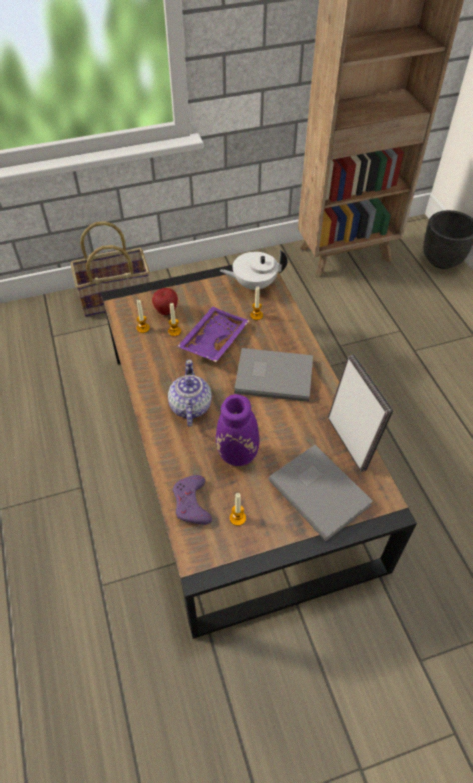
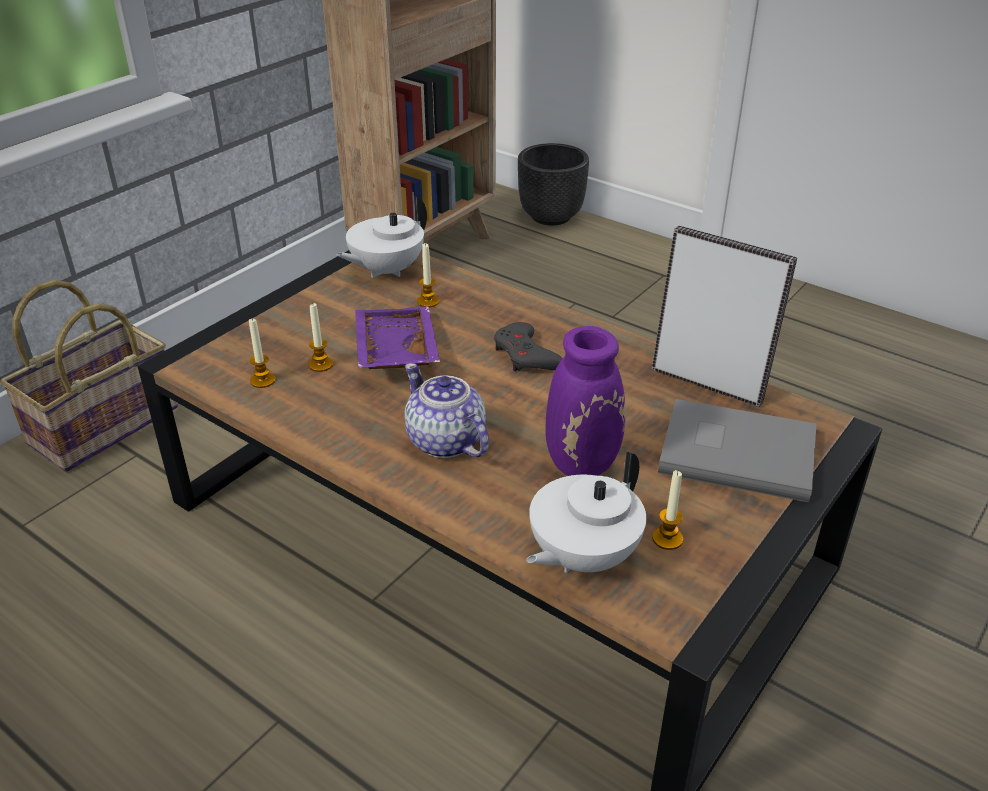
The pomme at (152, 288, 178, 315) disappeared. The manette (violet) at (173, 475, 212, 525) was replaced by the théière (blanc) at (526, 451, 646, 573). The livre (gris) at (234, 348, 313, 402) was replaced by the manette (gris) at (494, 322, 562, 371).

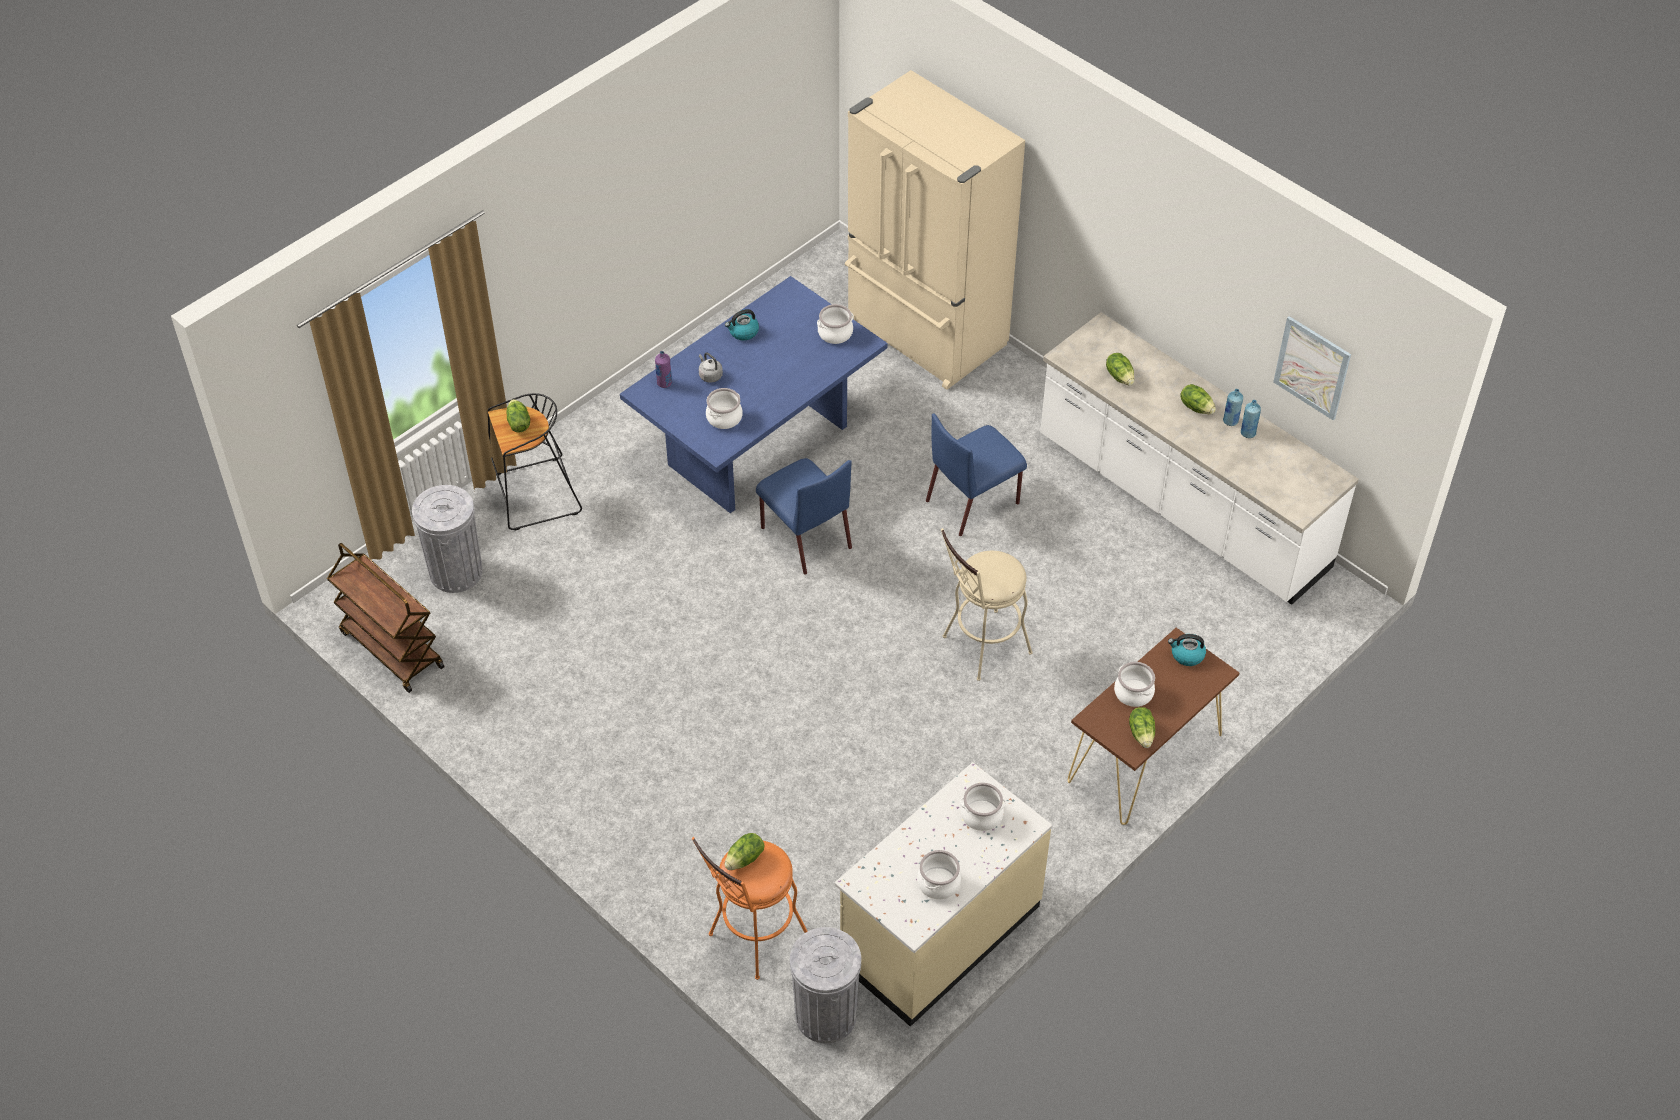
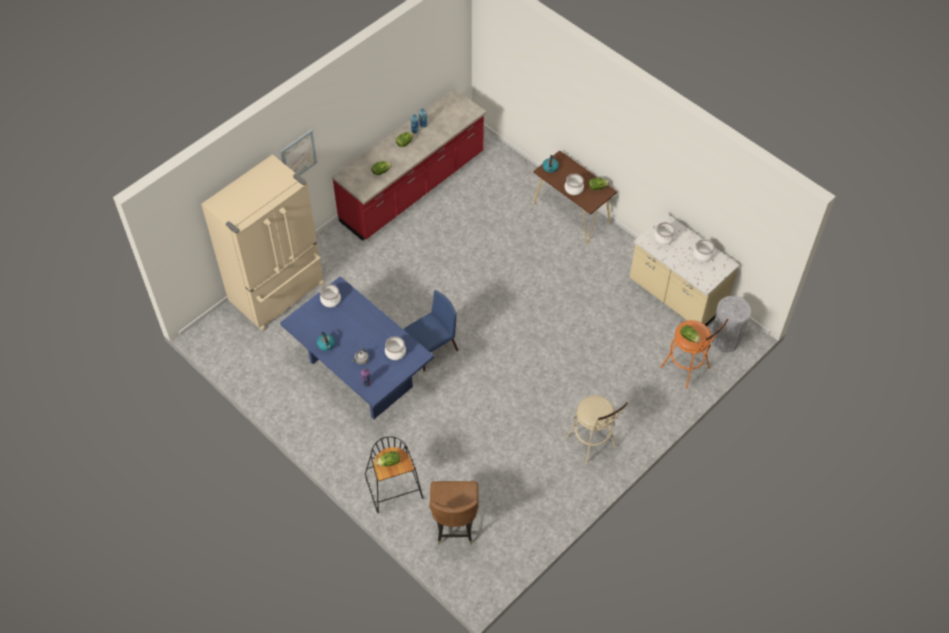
The chariot (marron) at (327, 543, 445, 693) disappeared. The chaise (bleu) at (926, 413, 1027, 536) disappeared. The tabouret (beige) moved from (941, 528, 1033, 681) to (566, 395, 629, 464). The tableau moved from (1273, 316, 1351, 420) to (280, 130, 317, 176). The poubelle (gris) at (412, 485, 483, 593) was replaced by the chaise (marron) at (429, 481, 479, 545). The comptoir de cuisine (blanc) at (1040, 312, 1359, 605) became the comptoir de cuisine (rouge) at (332, 88, 486, 241).

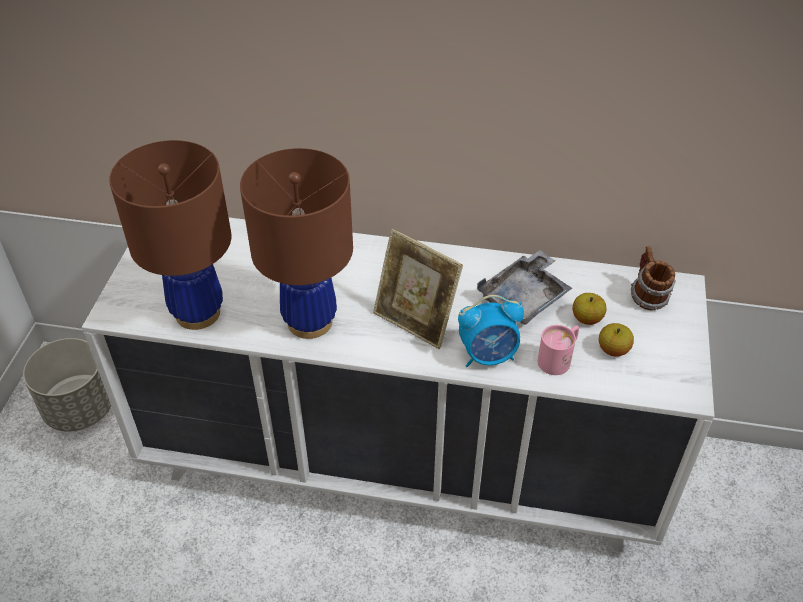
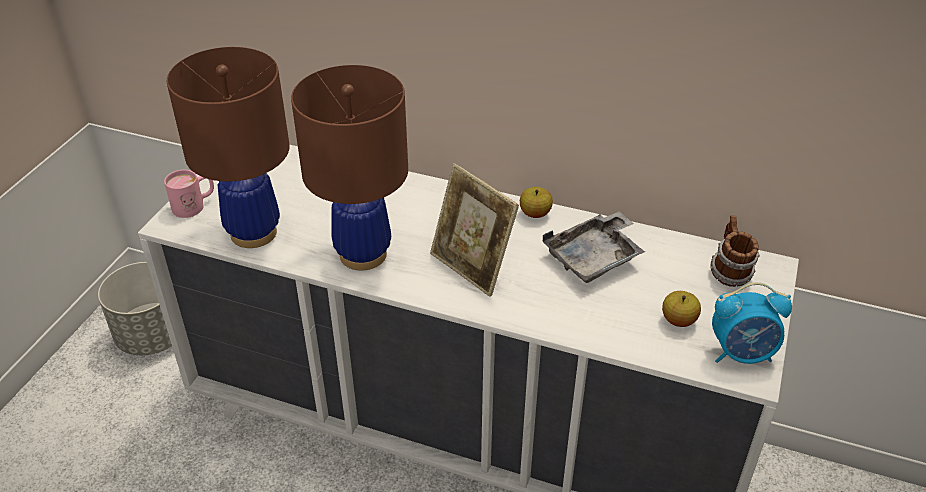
The réveil moved from (458, 295, 524, 367) to (712, 282, 792, 364). The mug (rose) moved from (537, 325, 579, 375) to (164, 170, 214, 218). The pomme moved from (573, 293, 606, 325) to (520, 187, 553, 218).

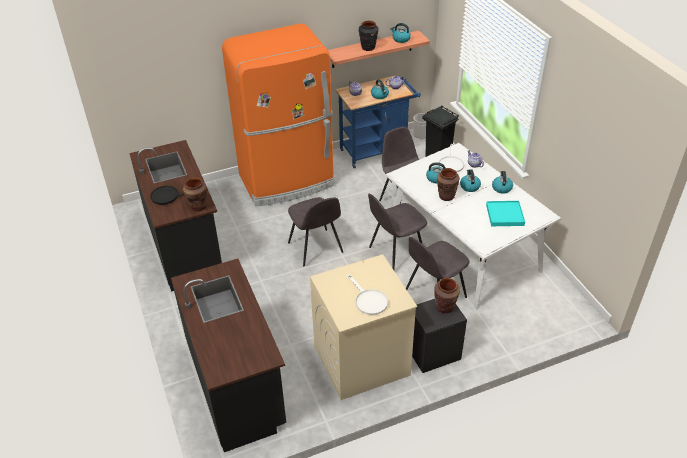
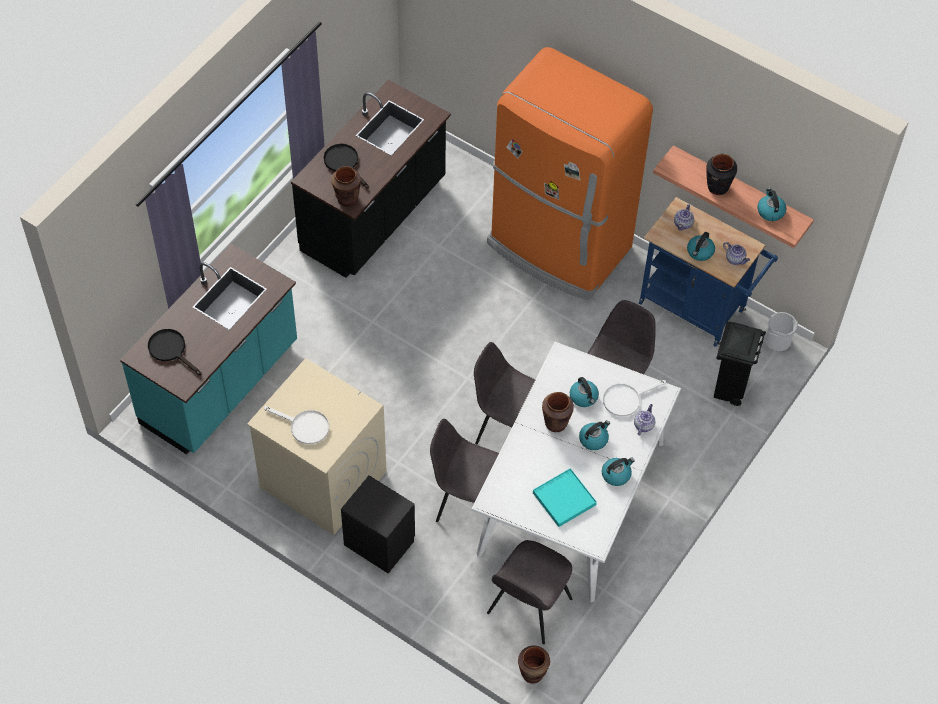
The poêle (noir) at (148, 329, 202, 375) appeared. The chaise (gris) moved from (288, 197, 343, 266) to (487, 540, 572, 644). The vase (marron) moved from (434, 278, 460, 313) to (518, 645, 550, 684). The comptoir de cuisine (noir) at (171, 259, 286, 452) became the comptoir de cuisine (turquoise) at (120, 244, 297, 455). The poêle (blanc) at (348, 274, 388, 315) turned 90 degrees counterclockwise.

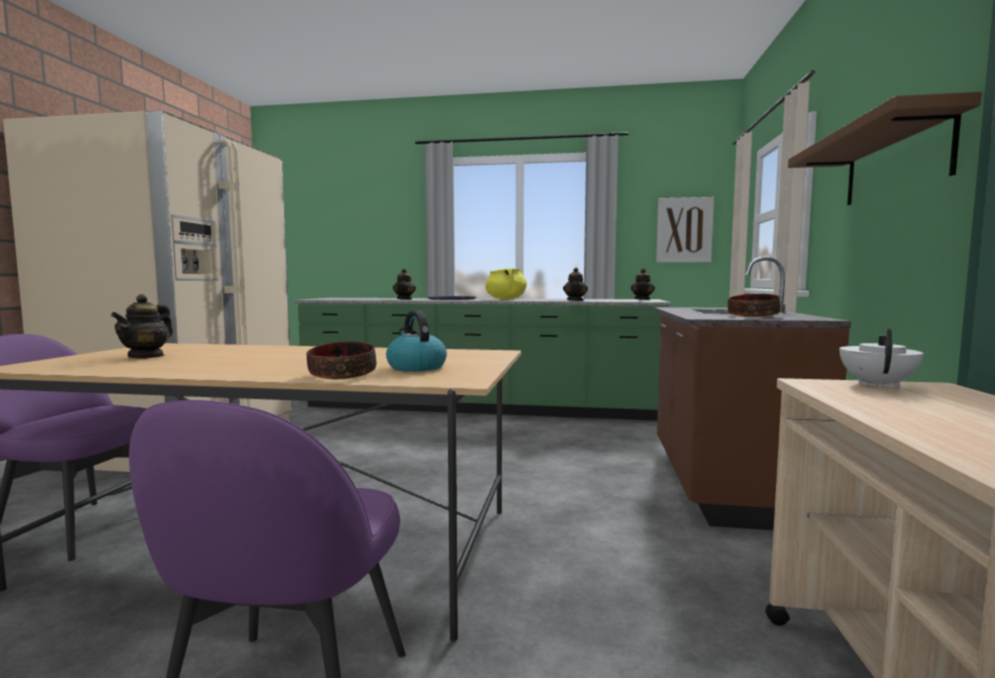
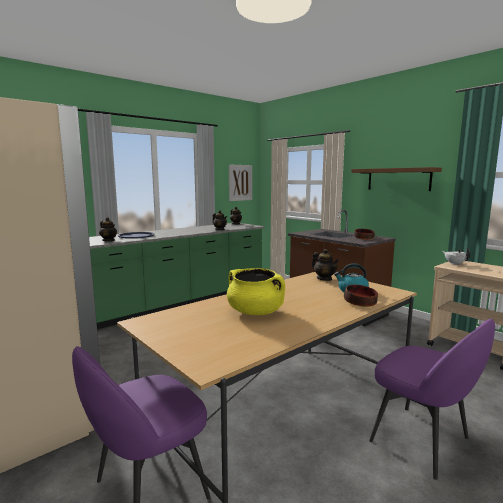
The théière moved from (111, 294, 173, 358) to (312, 249, 339, 281). The marmite (jaune) moved from (485, 268, 527, 300) to (227, 268, 285, 315).

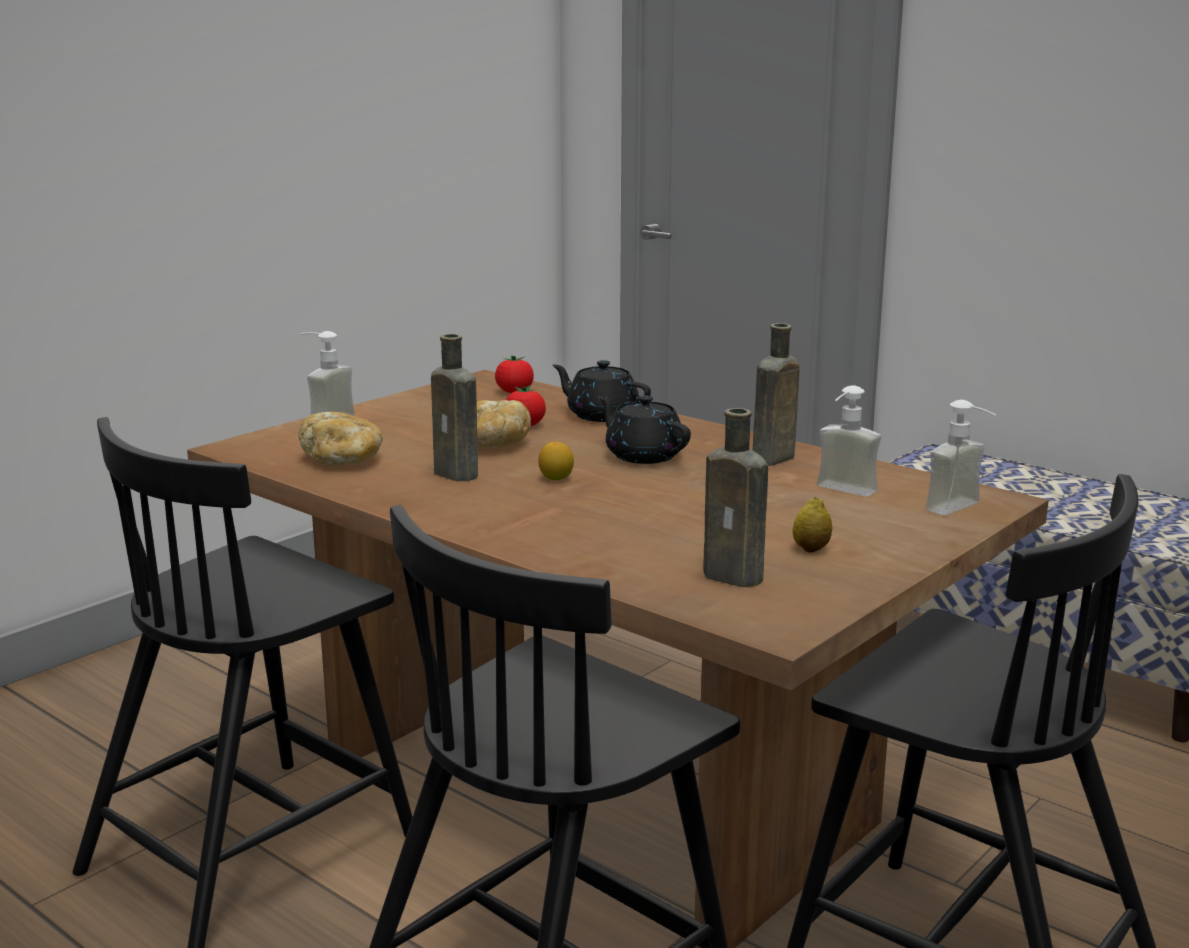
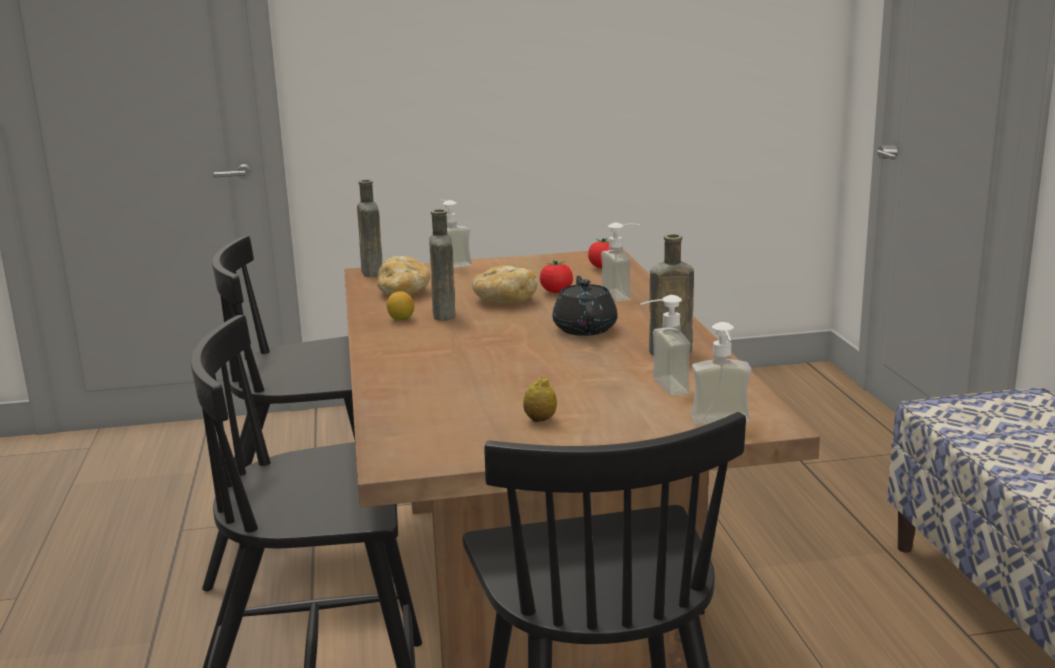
The citron moved from (538, 441, 574, 480) to (387, 291, 414, 320). The bouteille (marron) moved from (703, 408, 768, 587) to (357, 180, 382, 277). The théière (noir) at (552, 360, 651, 422) was replaced by the distributeur de savon at (601, 223, 640, 302).

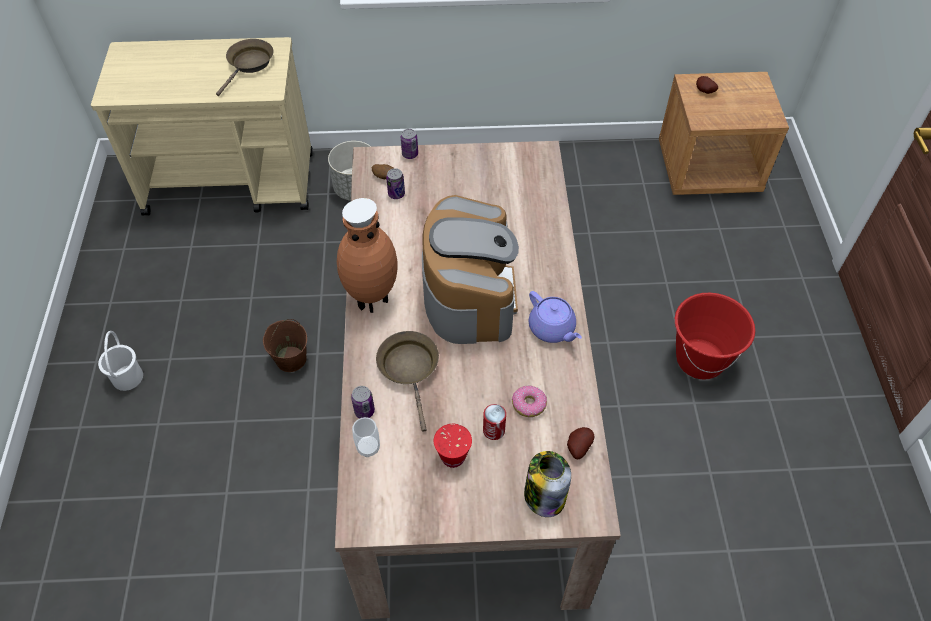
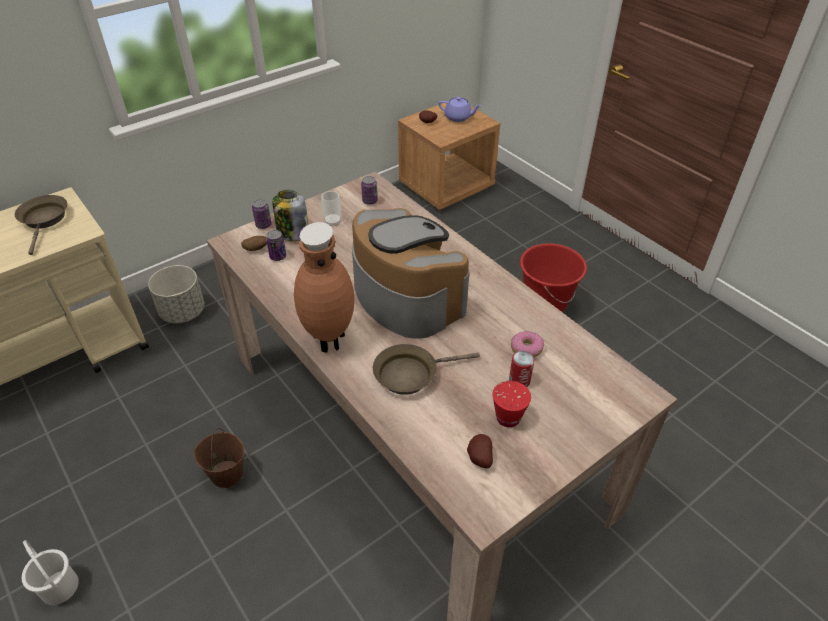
The boîte métallique moved from (351, 386, 375, 418) to (361, 176, 378, 205). The tasse moved from (352, 417, 380, 457) to (321, 191, 341, 226). The bocal moved from (524, 451, 571, 517) to (272, 190, 309, 241). The théière (violet) moved from (529, 291, 582, 343) to (438, 97, 482, 122). The pomme de terre moved from (567, 427, 594, 459) to (467, 434, 493, 468). The poêle (marron) at (376, 331, 439, 432) turned 60 degrees counterclockwise.

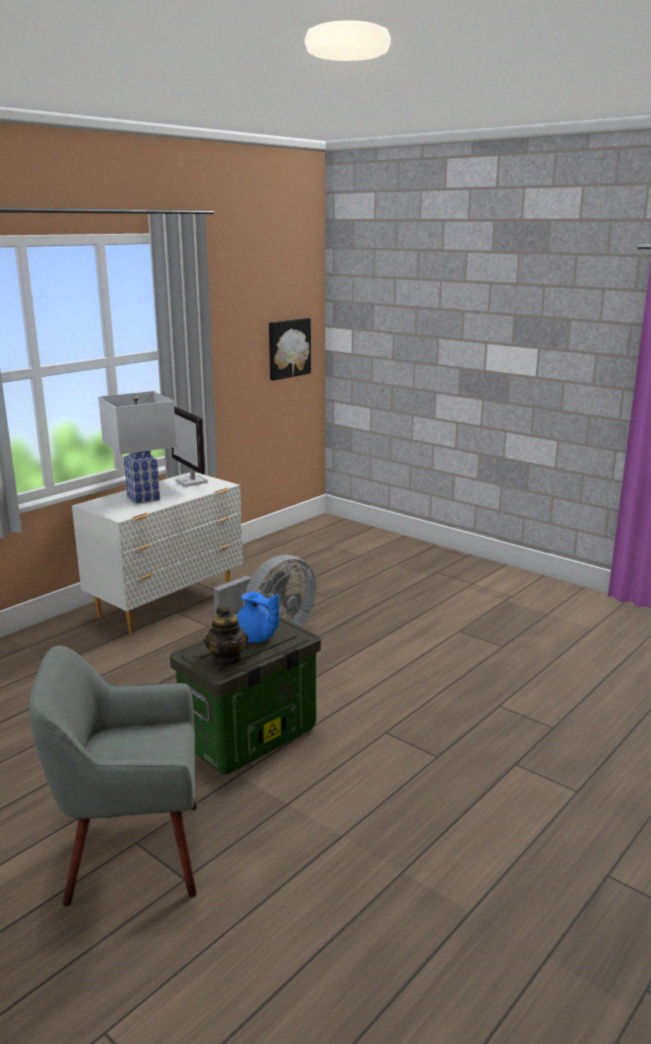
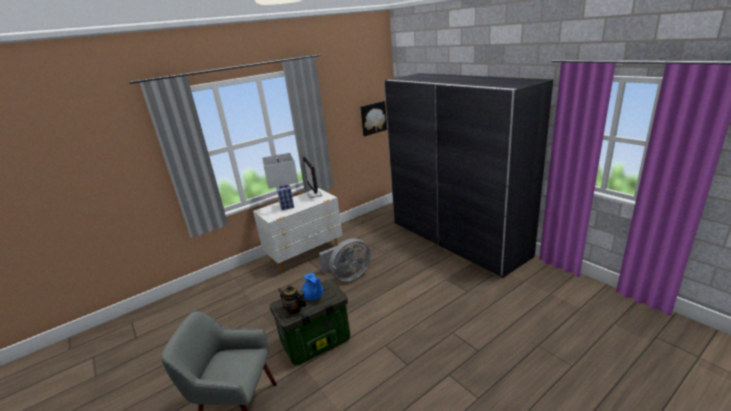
The armoire (gris) at (384, 73, 553, 278) appeared. The théière at (204, 606, 248, 666) turned 120 degrees clockwise.

